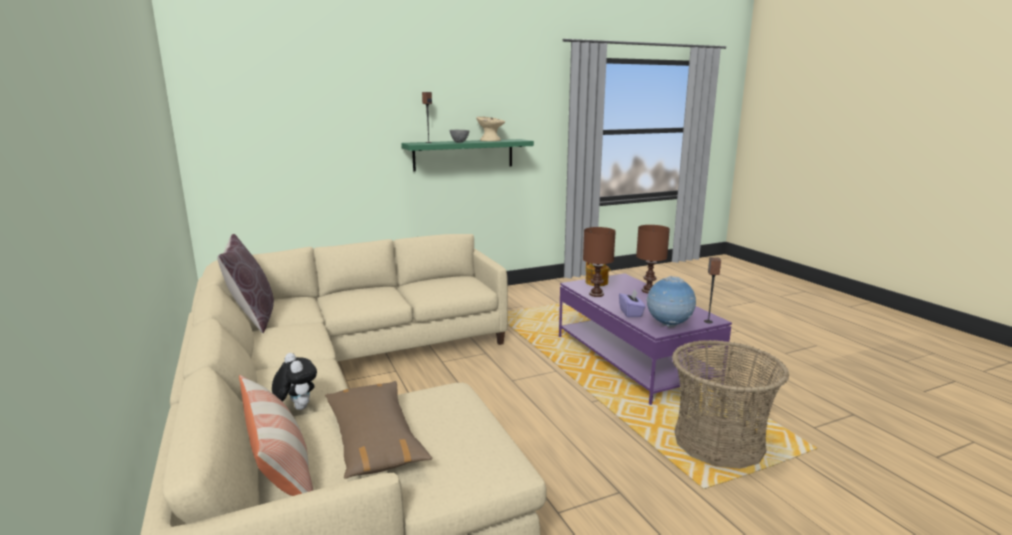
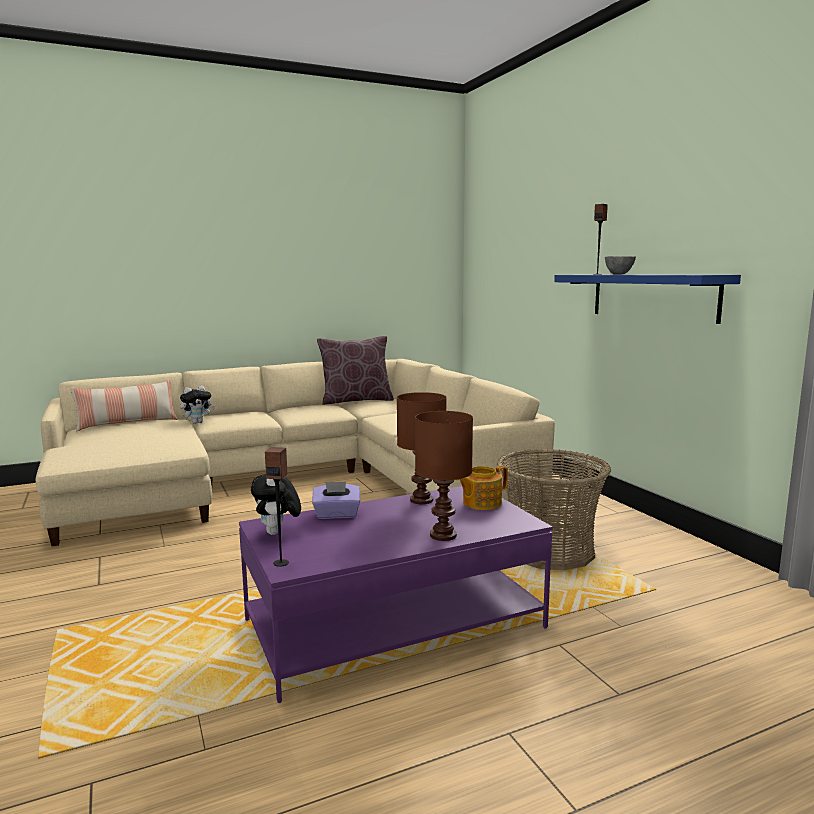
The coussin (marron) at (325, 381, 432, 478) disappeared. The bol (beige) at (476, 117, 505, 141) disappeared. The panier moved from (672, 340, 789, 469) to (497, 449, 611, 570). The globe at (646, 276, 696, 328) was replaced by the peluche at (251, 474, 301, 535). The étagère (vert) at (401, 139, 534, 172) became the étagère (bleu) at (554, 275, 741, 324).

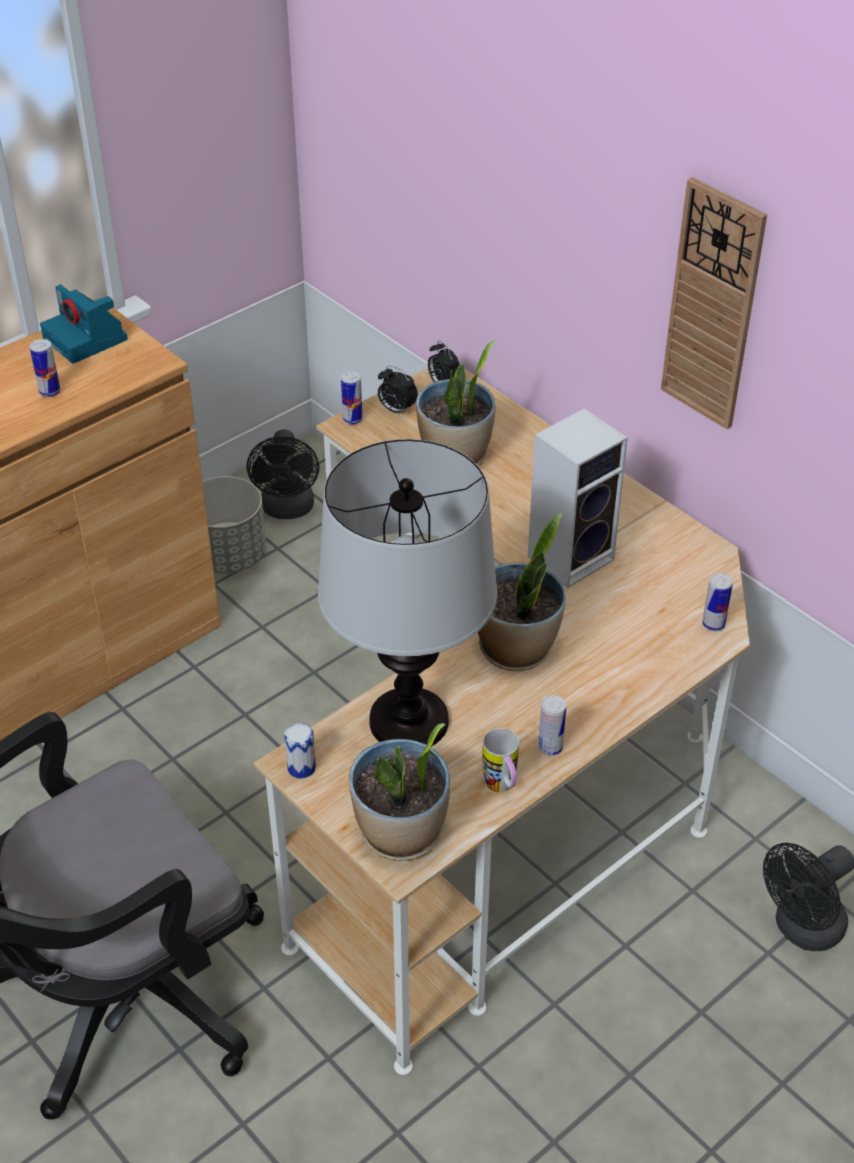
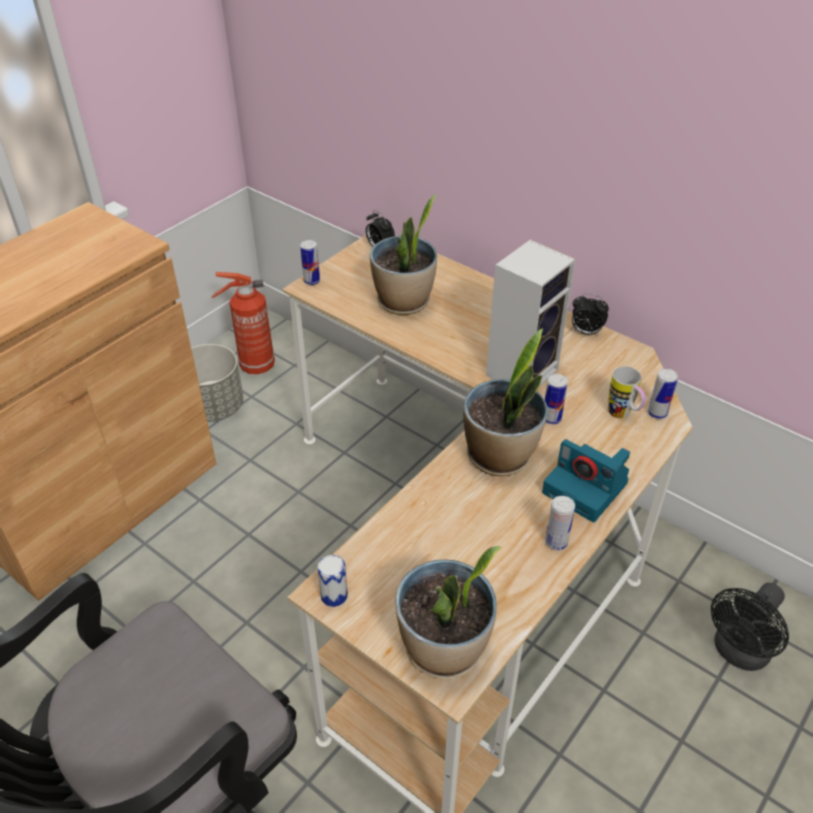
The lampe de table at (318, 439, 497, 747) disappeared. The horloge murale at (661, 177, 767, 429) disappeared. The boîte métallique moved from (30, 339, 60, 397) to (545, 374, 568, 425). The appareil photo moved from (40, 284, 128, 364) to (542, 439, 630, 522). The réveil moved from (378, 366, 418, 415) to (572, 294, 609, 336). The mug moved from (482, 728, 519, 793) to (608, 366, 645, 419). The ventilateur (noir) at (247, 429, 319, 519) was replaced by the extincteur at (211, 272, 275, 374).

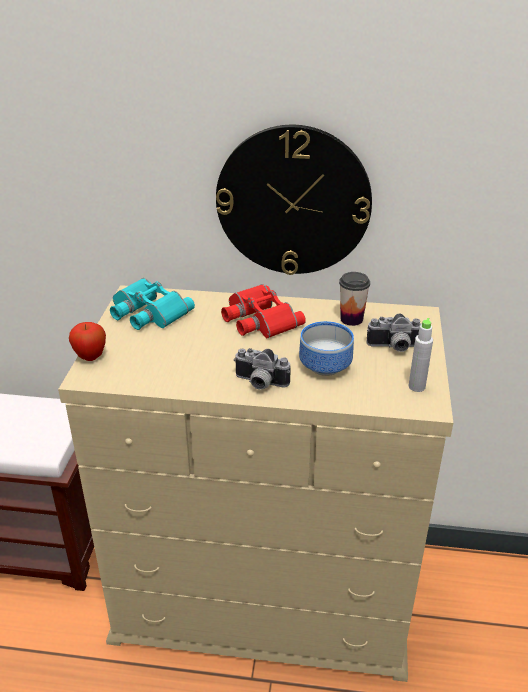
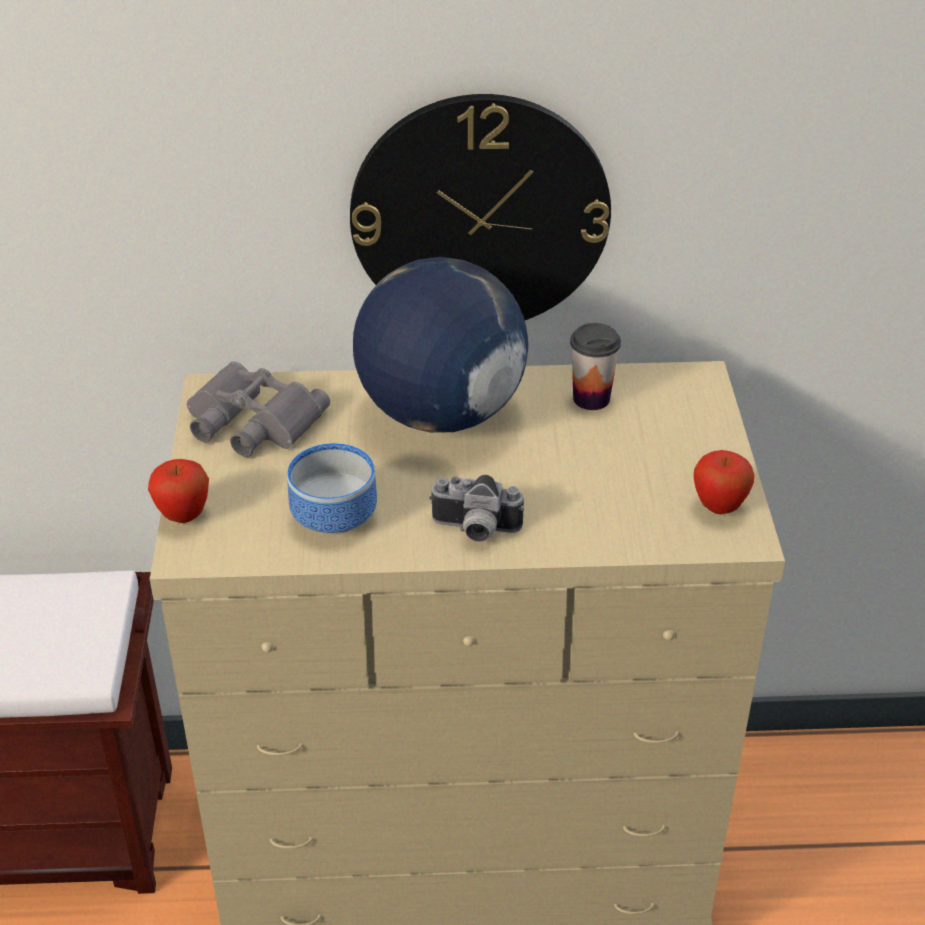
The appareil photo at (366, 313, 421, 352) disappeared. The bol moved from (299, 321, 354, 376) to (287, 443, 377, 534). The jumelles (rouge) at (221, 284, 306, 338) was replaced by the globe at (353, 257, 528, 433). The bouteille (gris) at (409, 318, 433, 392) was replaced by the pomme at (694, 450, 754, 514). The jumelles (turquoise) at (110, 278, 195, 330) became the jumelles (gris) at (187, 361, 330, 457).

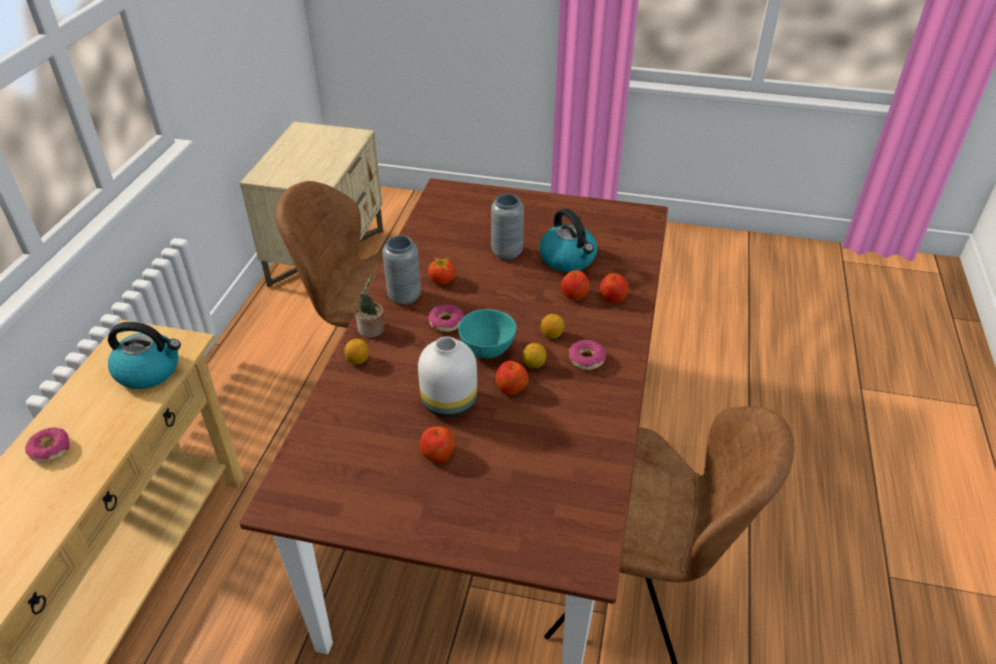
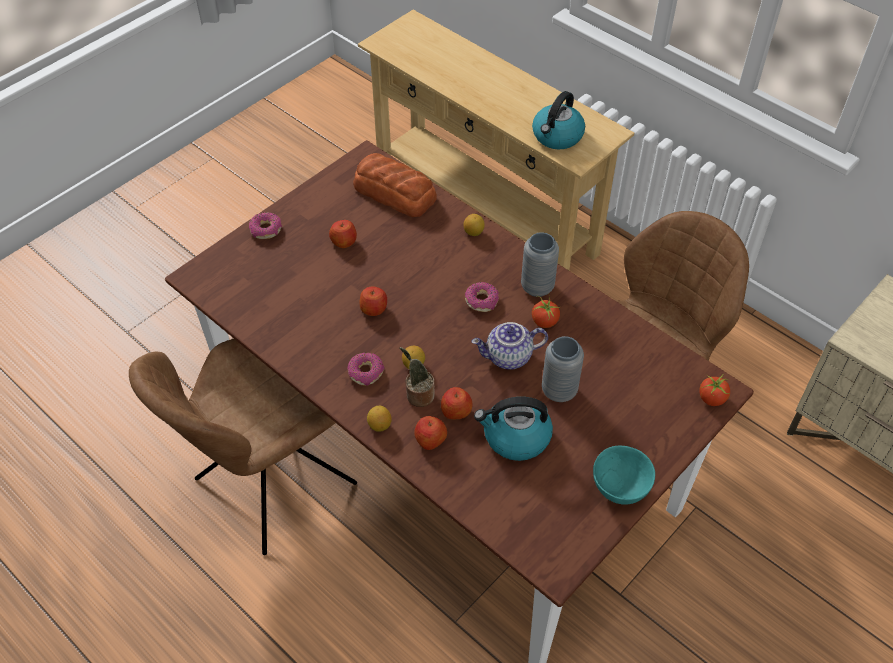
The vase (blanc) at (418, 337, 477, 418) disappeared. The pain at (353, 153, 437, 217) appeared. The théière at (471, 322, 548, 370) appeared. The tomate at (700, 375, 730, 406) appeared. The beignet moved from (25, 428, 70, 462) to (249, 212, 282, 239). The plante en pot moved from (355, 277, 385, 338) to (399, 347, 435, 407). The bol (turquoise) moved from (458, 309, 517, 358) to (593, 446, 655, 505). The citron moved from (522, 343, 547, 368) to (367, 406, 392, 432).

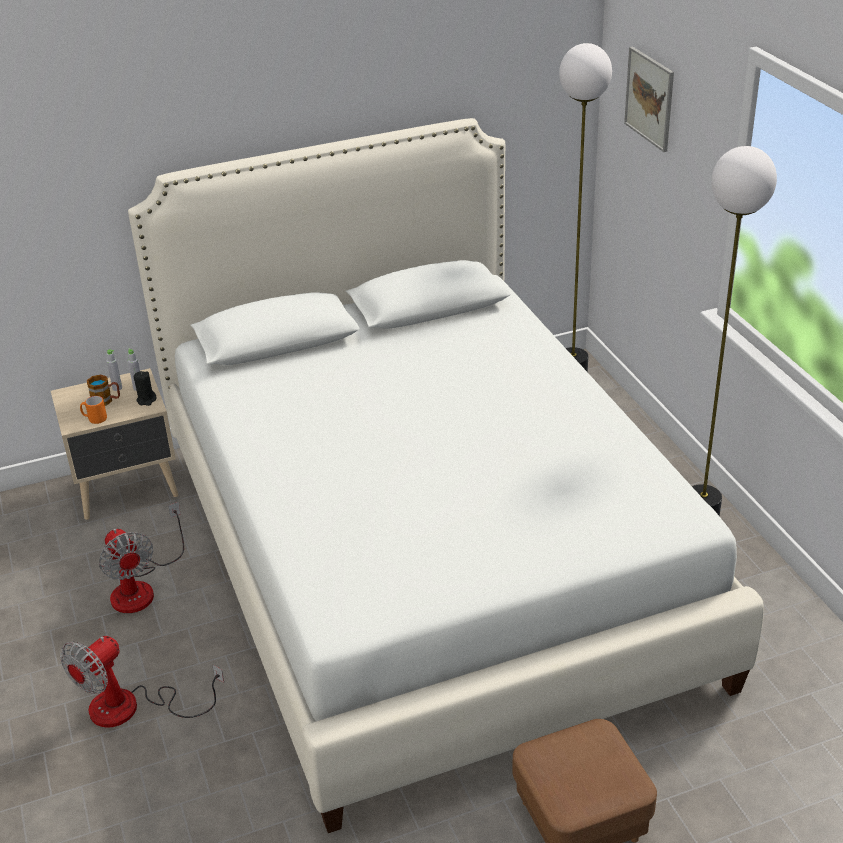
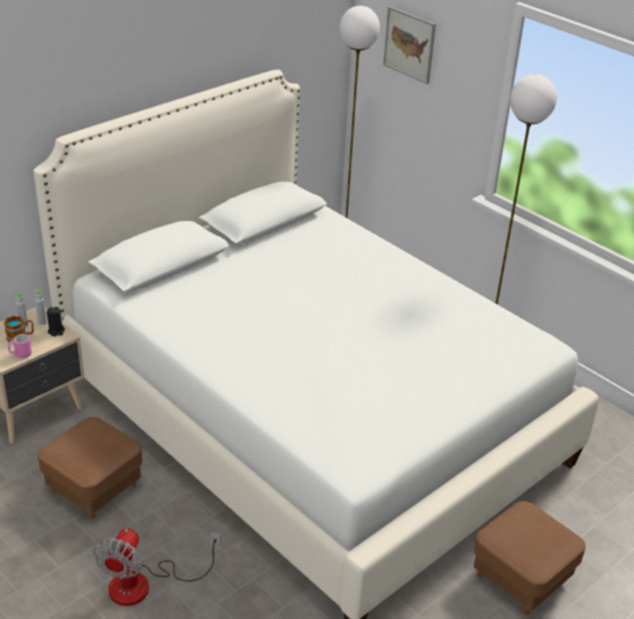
The ventilateur at (99, 502, 184, 613) was replaced by the pouf (marron) at (38, 417, 142, 519). The mug (orange) at (80, 396, 107, 424) became the mug (rose) at (8, 334, 32, 358).

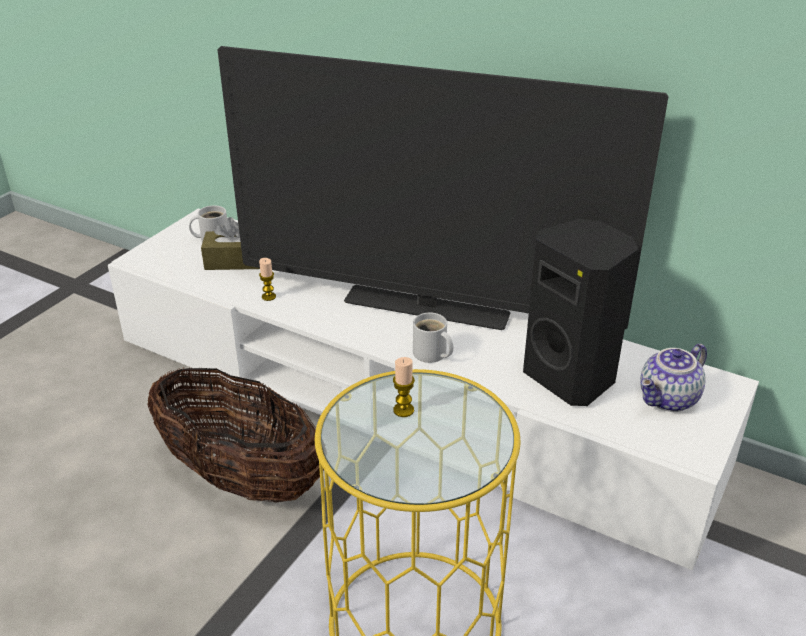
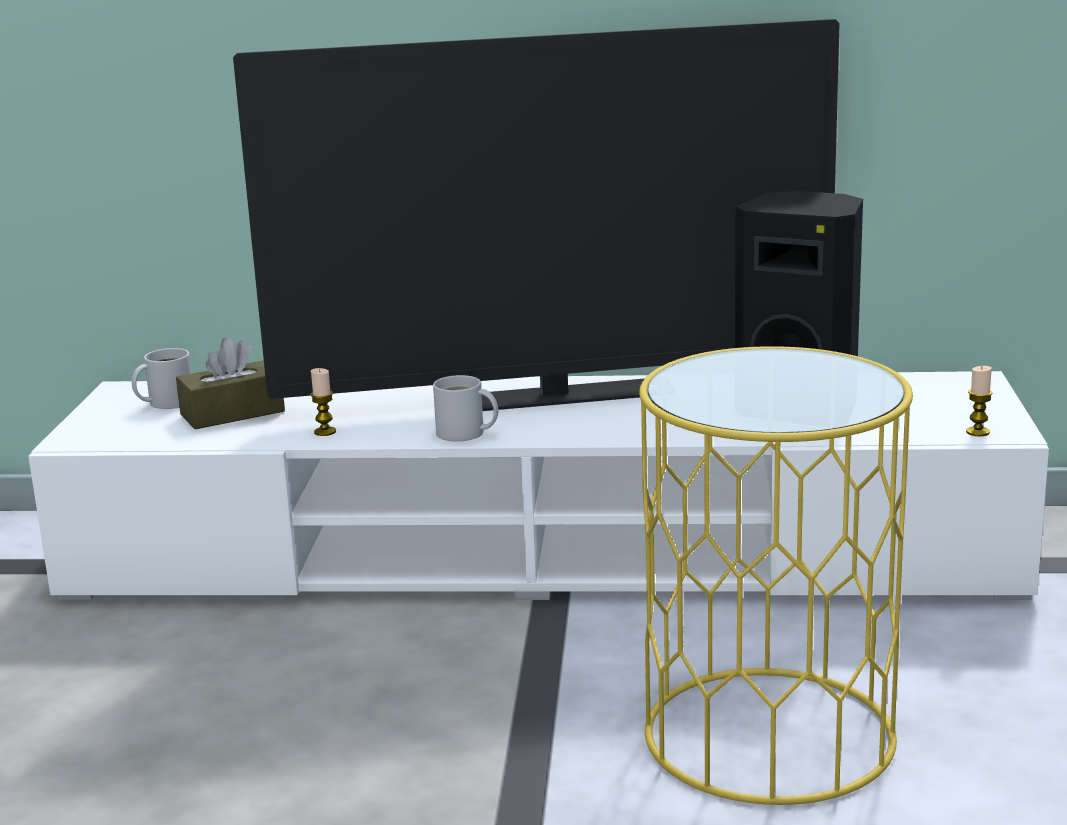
The panier at (147, 366, 324, 503) disappeared. The théière at (641, 344, 707, 412) disappeared. The bougie moved from (393, 357, 415, 417) to (966, 366, 993, 436). The mug (blanc) moved from (413, 313, 453, 363) to (433, 375, 498, 442).

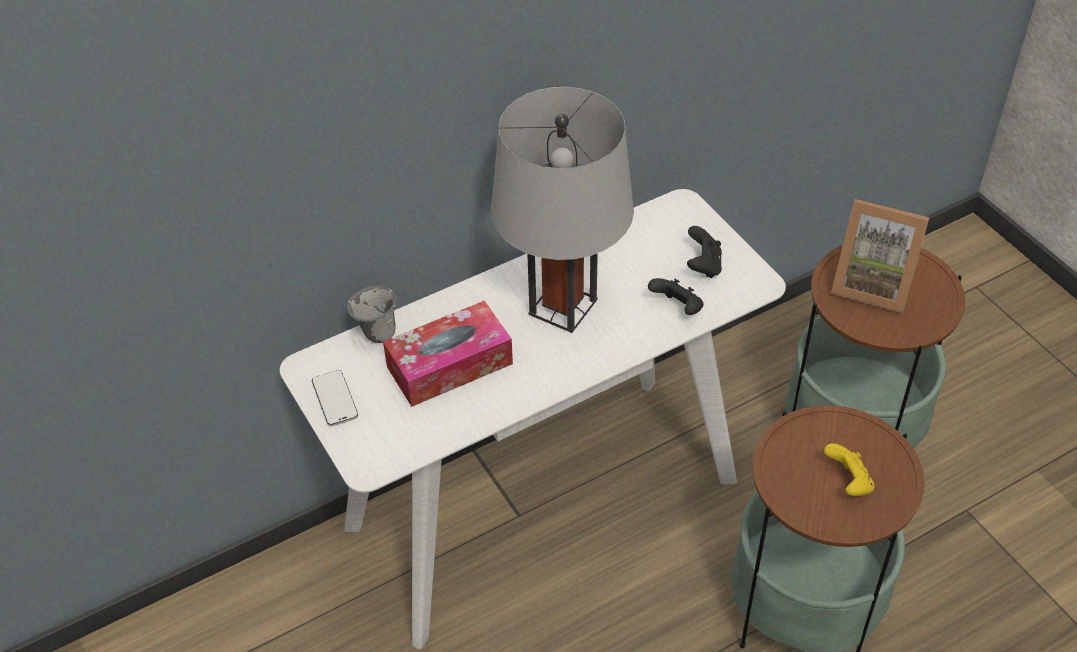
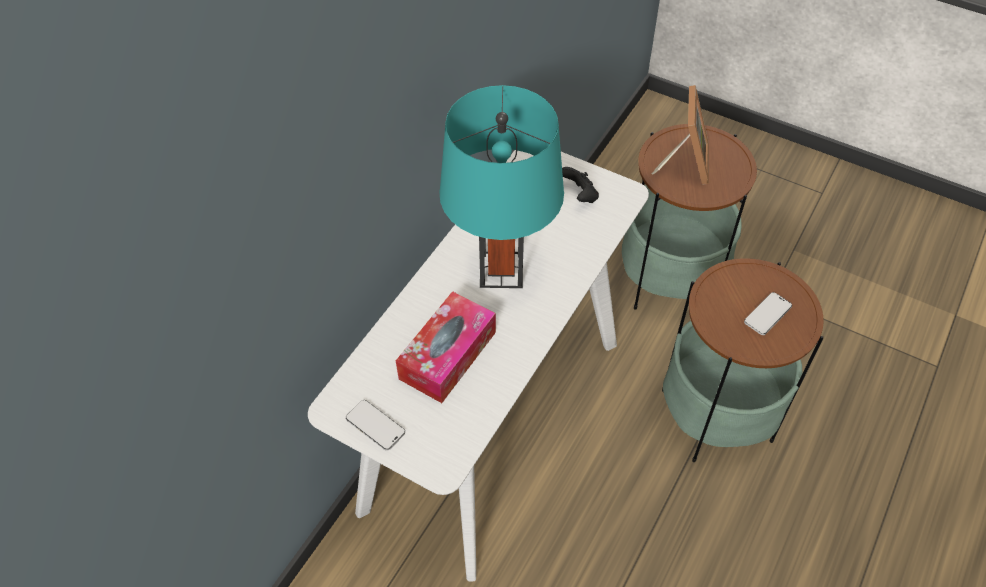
The mug (gris) at (347, 286, 397, 343) disappeared. The manette (noir) at (648, 278, 704, 315) disappeared. The manette (jaune) at (824, 443, 874, 496) was replaced by the téléphone at (744, 292, 792, 335). The lampe de table (gris) at (491, 87, 634, 333) became the lampe de table (turquoise) at (439, 85, 564, 288). The cadre photo at (831, 199, 929, 313) turned 75 degrees counterclockwise.

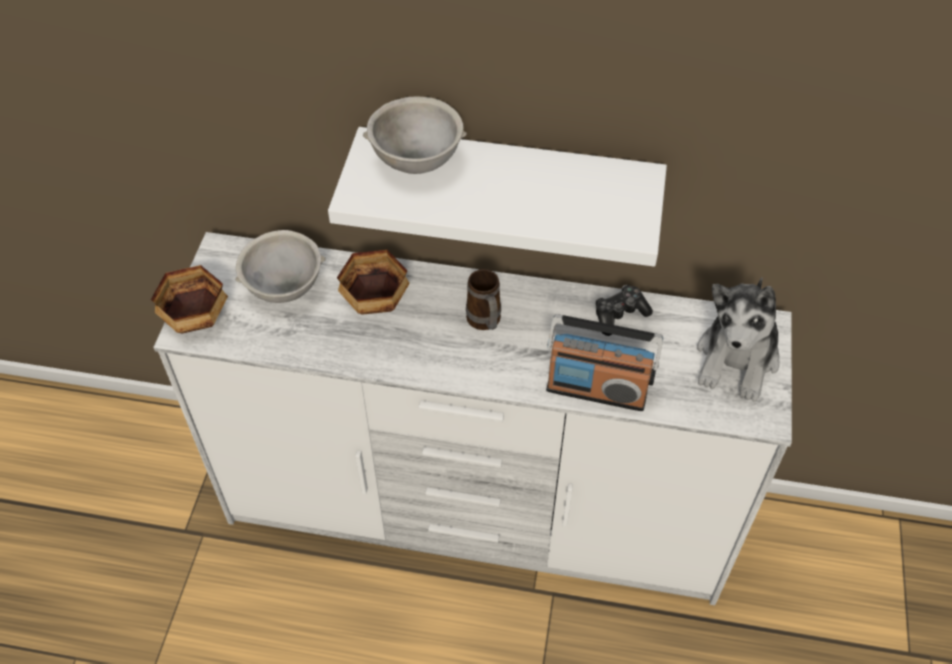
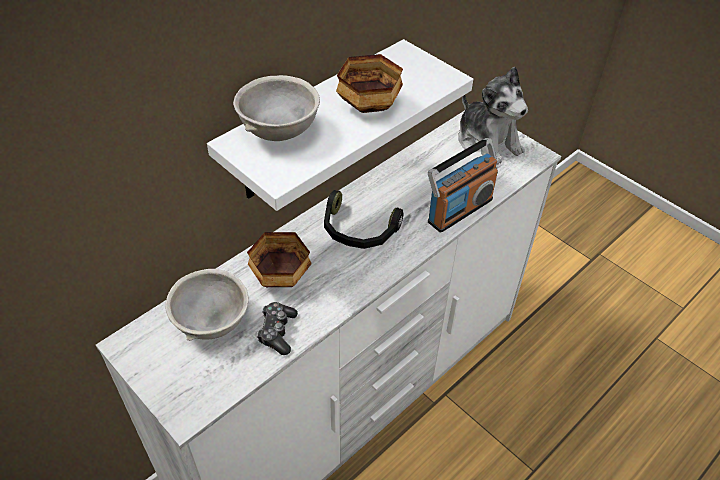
The bol moved from (151, 265, 228, 334) to (336, 54, 403, 113). The manette moved from (596, 285, 653, 336) to (256, 302, 298, 355). The mug at (466, 269, 501, 330) was replaced by the casque audio (noir) at (324, 190, 403, 249).

